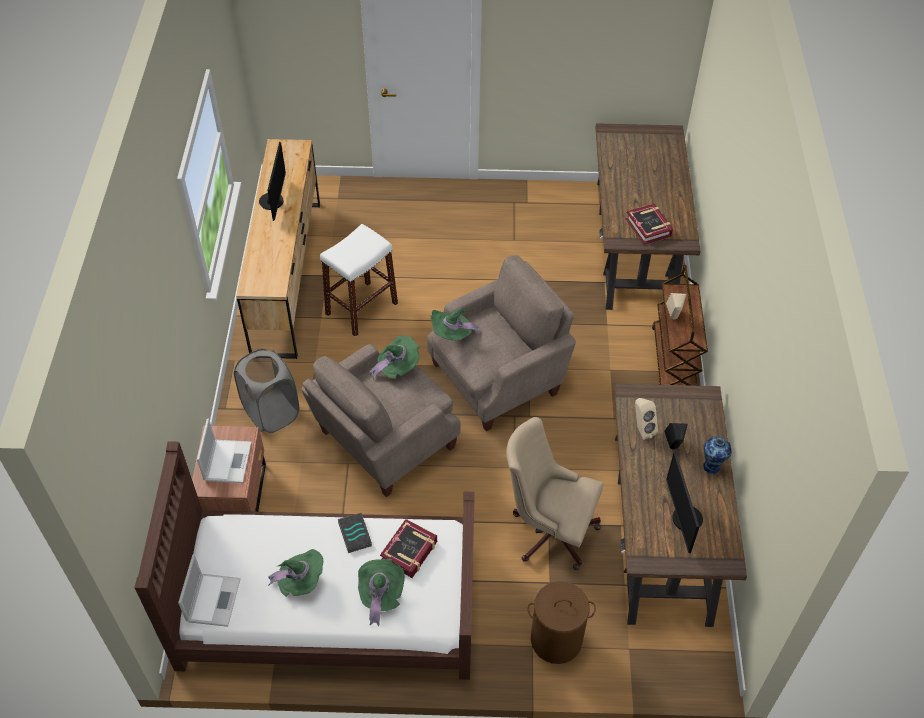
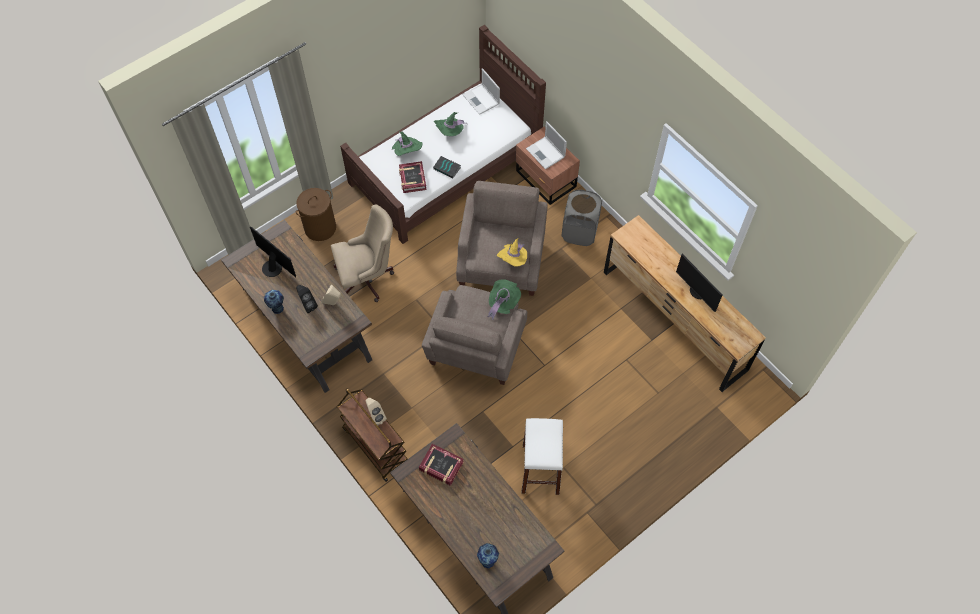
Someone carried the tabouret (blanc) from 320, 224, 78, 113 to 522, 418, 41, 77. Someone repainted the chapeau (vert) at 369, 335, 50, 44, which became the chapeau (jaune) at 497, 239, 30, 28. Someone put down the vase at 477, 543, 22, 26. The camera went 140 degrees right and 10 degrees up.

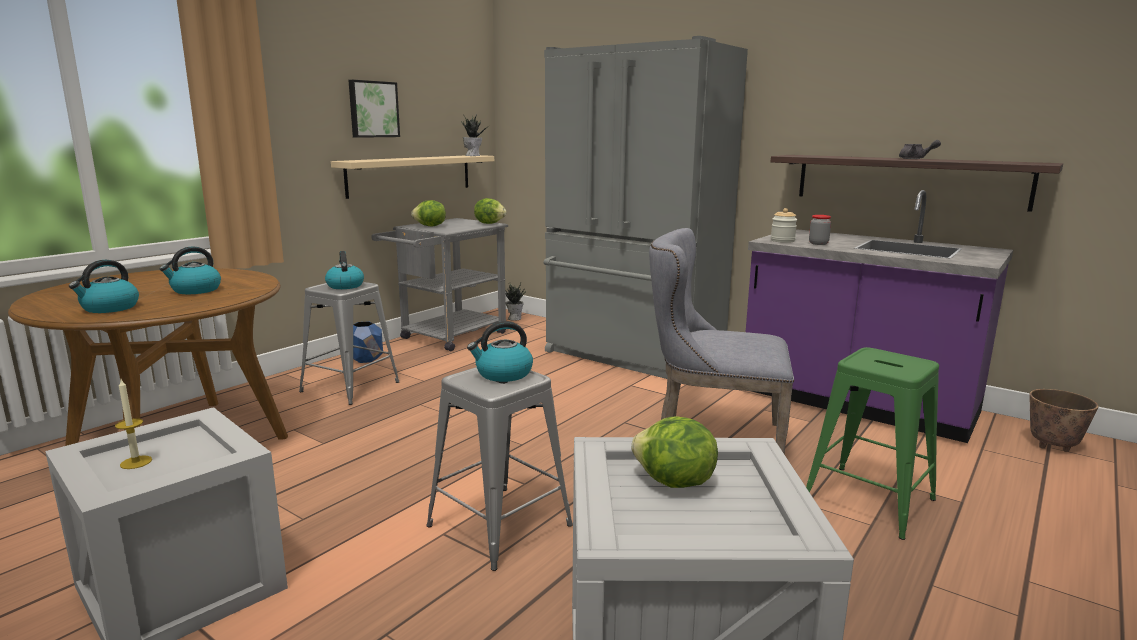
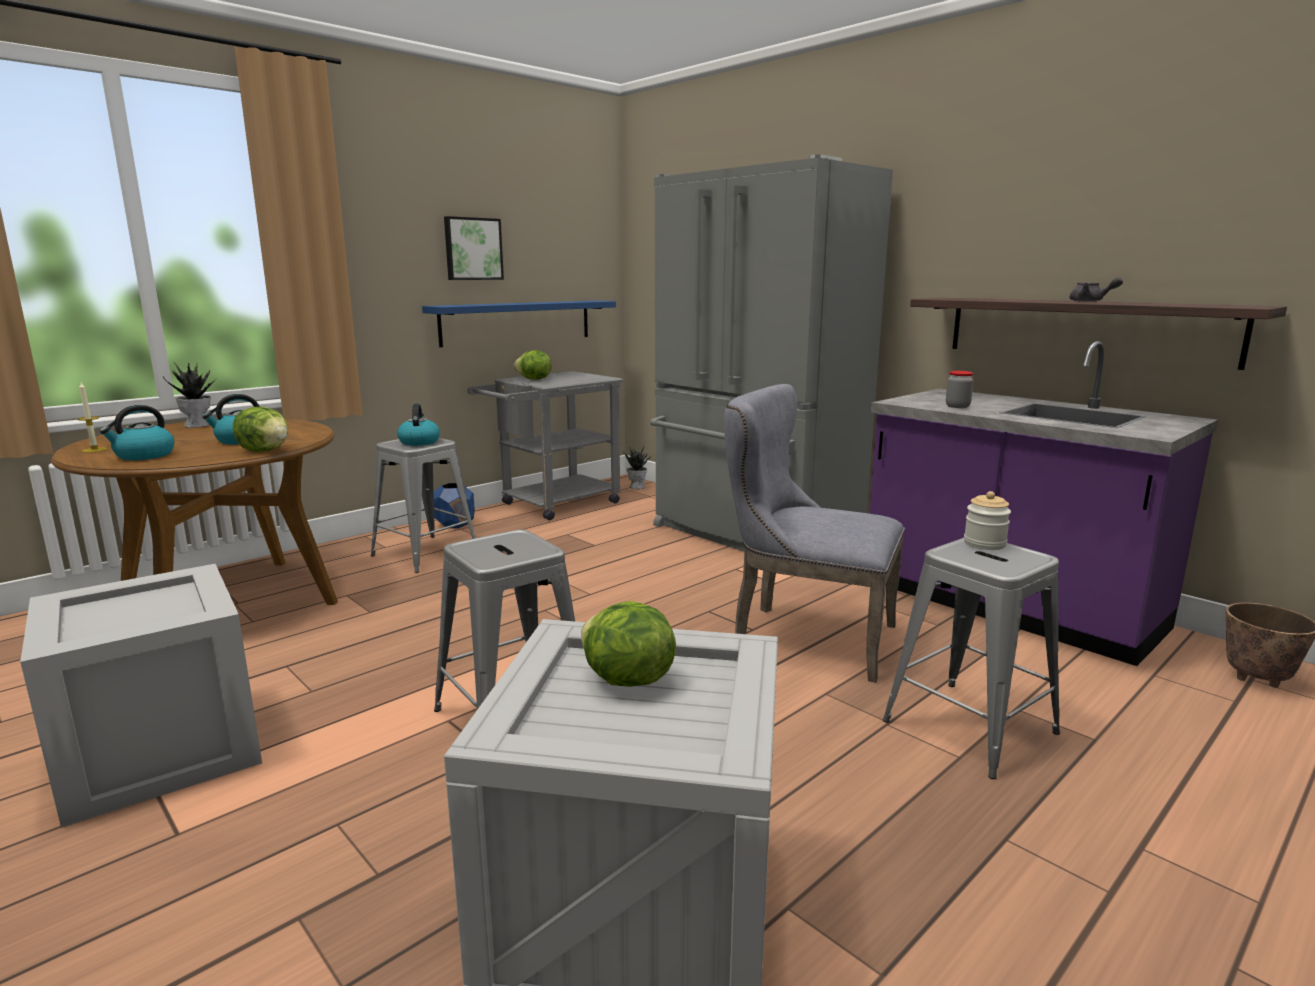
Someone carried the bougie from 115, 379, 37, 90 to 77, 382, 31, 71. Someone repainted the étagère (beige) at 331, 155, 163, 44, which became the étagère (bleu) at 422, 300, 194, 47. Someone carried the plante en pot from 461, 114, 26, 42 to 163, 363, 53, 65. Someone took away the bouilloire at 467, 321, 66, 61. Someone carried the laitue from 474, 198, 32, 26 to 233, 407, 55, 45. Someone carried the bocal from 771, 208, 26, 35 to 964, 491, 47, 59. Someone repainted the tabouret (vert) at 806, 347, 133, 193, which became the tabouret (gris) at 883, 538, 177, 241. The camera went 10 degrees right and 0 degrees up.

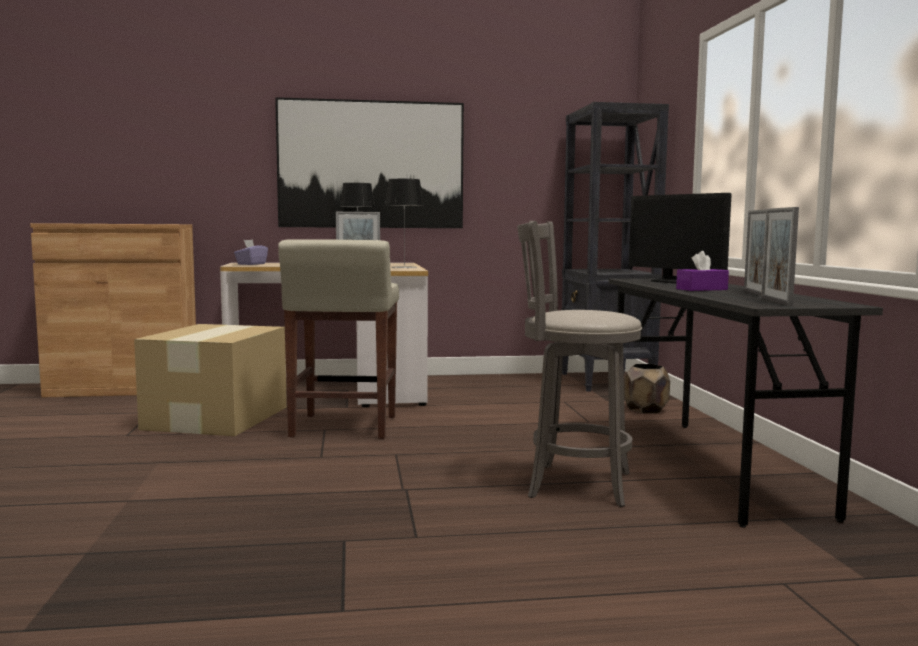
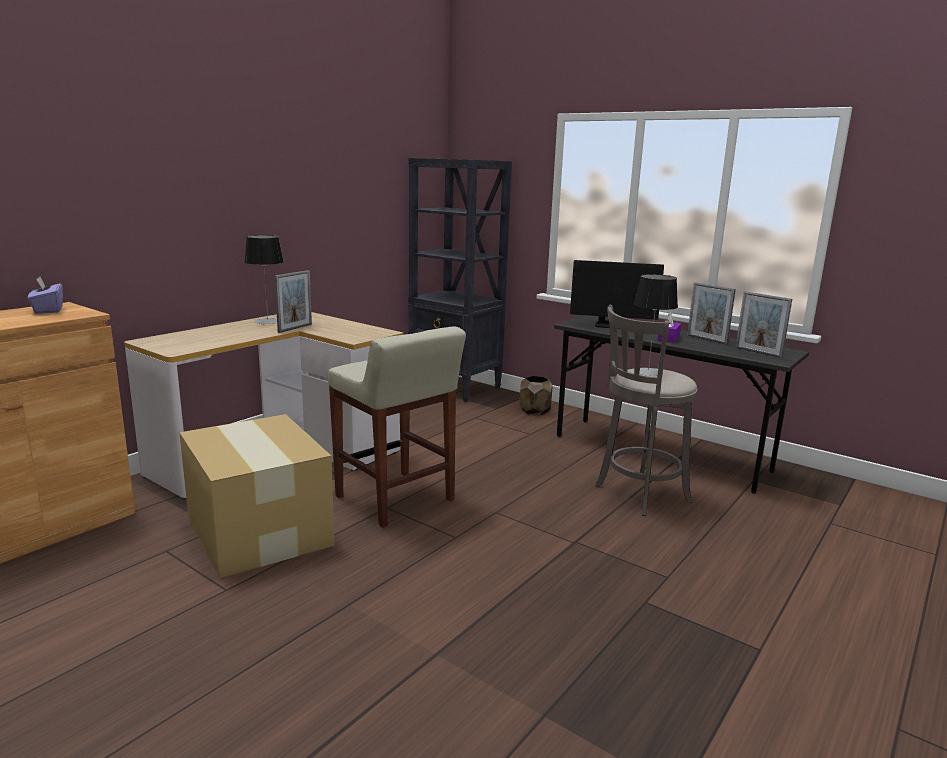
Someone carried the boîte à mouchoirs (violet) from 234, 240, 34, 25 to 28, 277, 35, 37. Someone took away the tableau at 275, 97, 189, 131. Someone carried the lampe de table from 385, 179, 39, 89 to 634, 274, 44, 102. The camera went 45 degrees left and 10 degrees up.

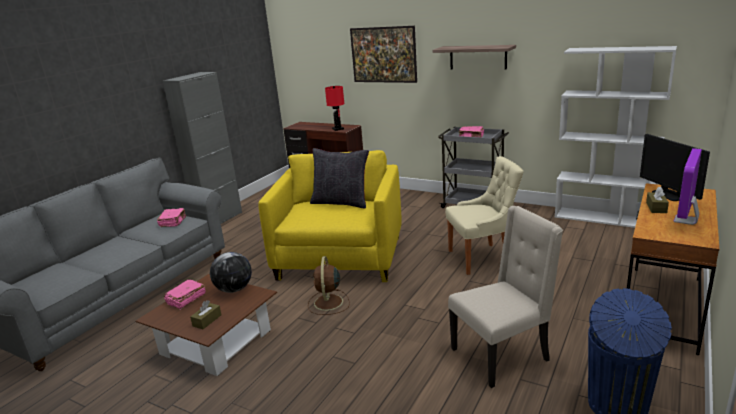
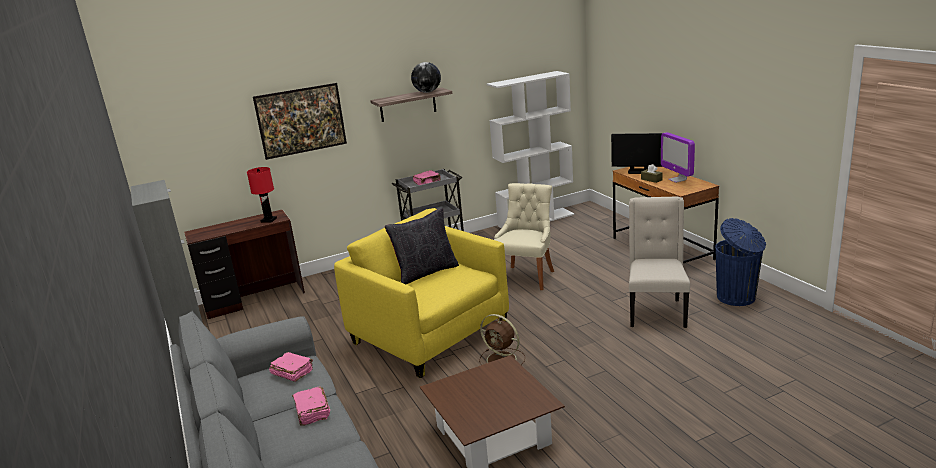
Someone carried the livre (rose) from 164, 280, 42, 30 to 292, 387, 38, 39. Someone took away the boîte à mouchoirs (marron) at 190, 300, 32, 29. Someone carried the globe from 210, 252, 42, 41 to 411, 62, 30, 31. The camera went 55 degrees left and 0 degrees up.

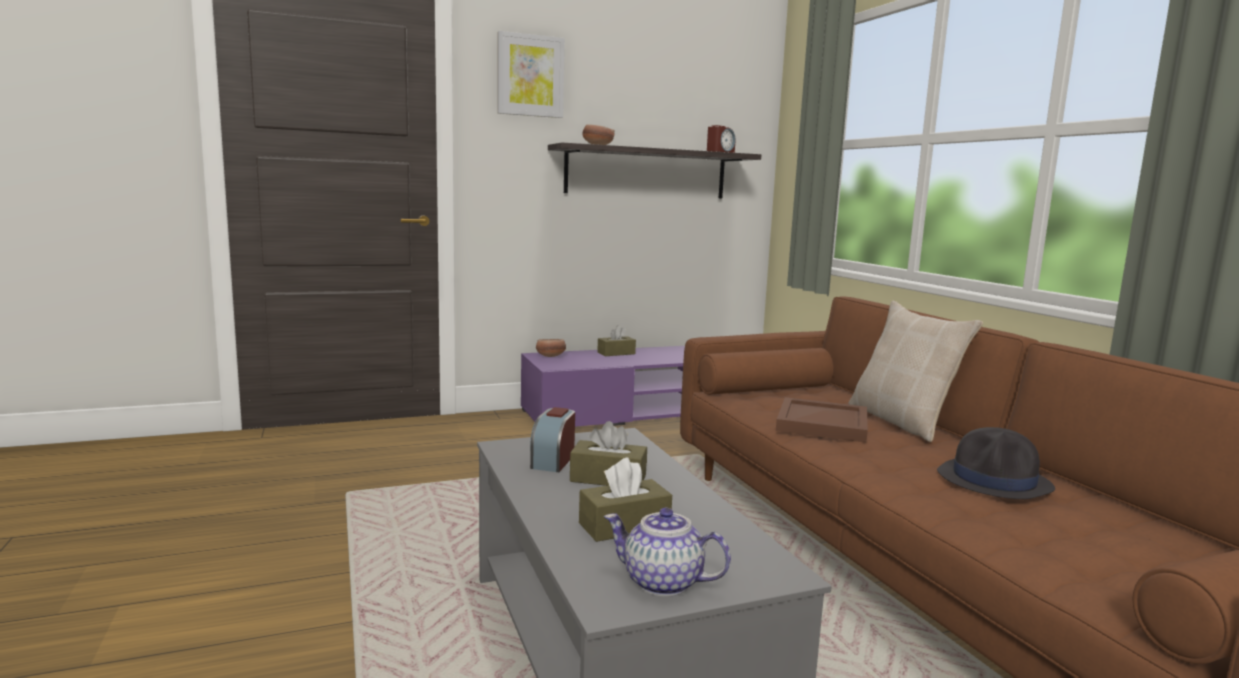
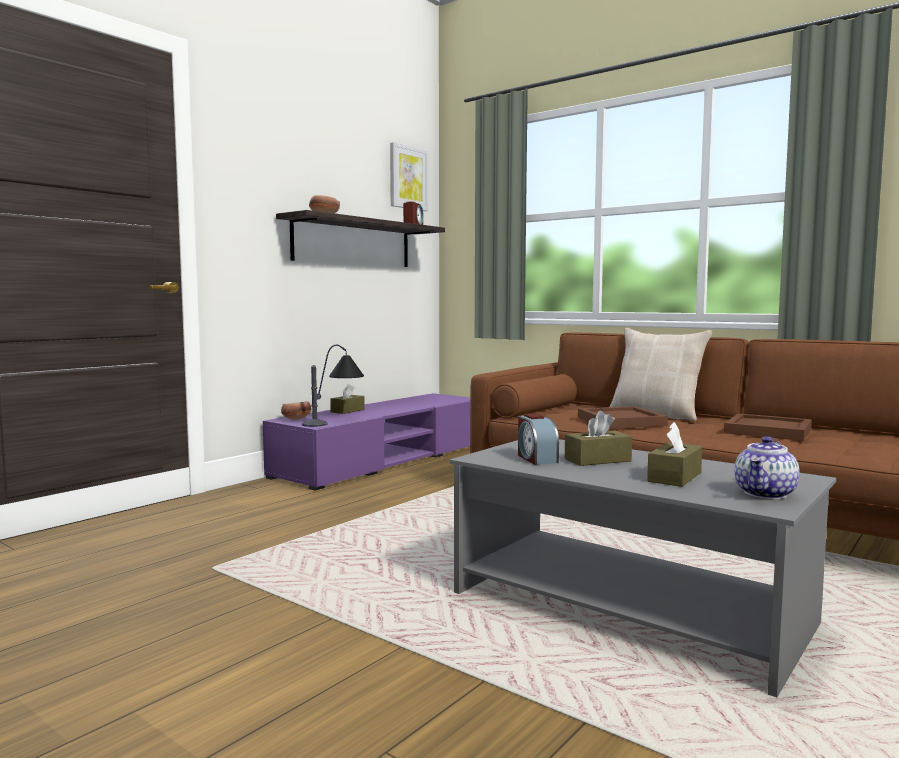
Someone carried the tableau from 497, 31, 68, 87 to 390, 142, 38, 69. Someone rotated the théière at 604, 508, 127, 89 by 45 degrees counterclockwise. Someone swapped the chapeau (noir) at 937, 427, 118, 72 for the plateau (marron) at 724, 413, 88, 28. Someone put down the lampe de table at 302, 345, 62, 82. The camera went 30 degrees left and 5 degrees down.

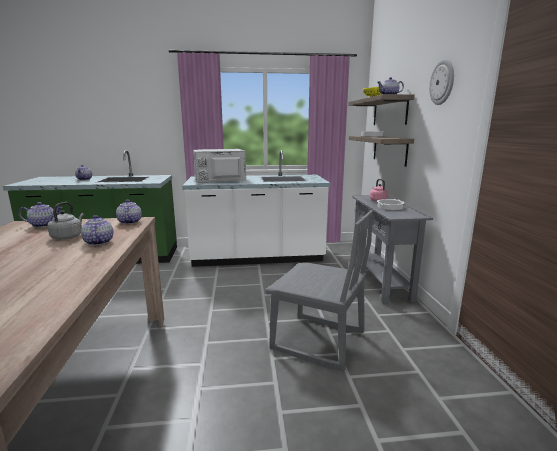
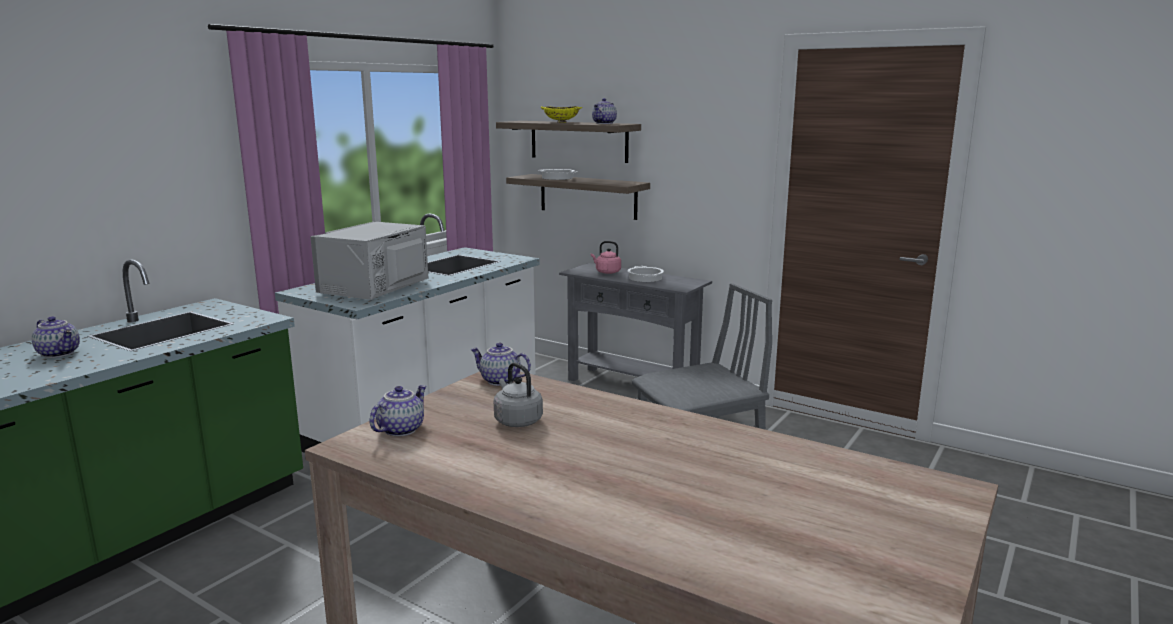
Someone took away the théière at 81, 215, 32, 30. Someone took away the horloge murale at 429, 59, 25, 46. The camera went 50 degrees left and 0 degrees up.

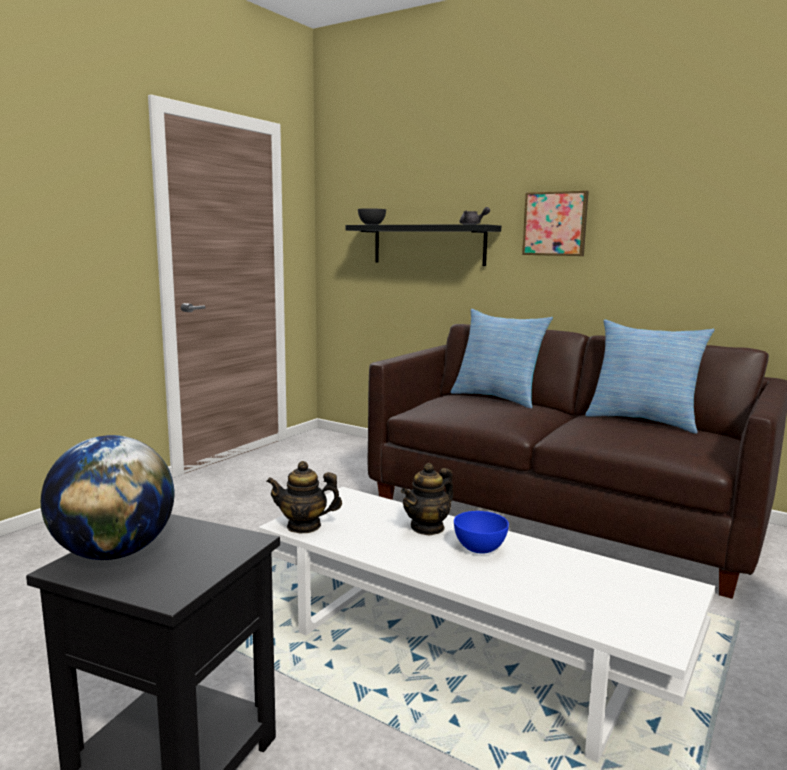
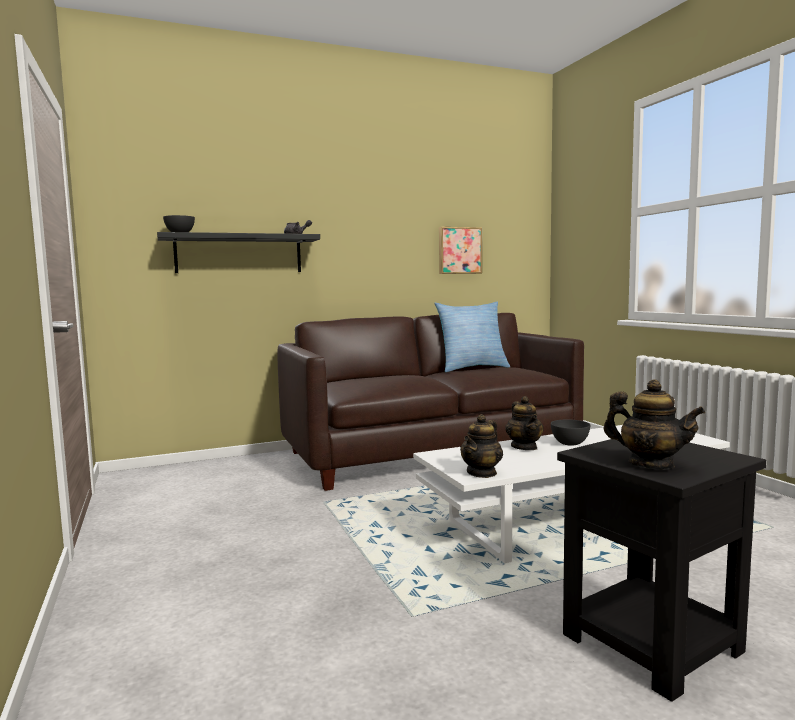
Someone swapped the globe at 41, 435, 133, 125 for the théière at 603, 380, 102, 89. Someone took away the coussin at 450, 309, 103, 99. Someone repainted the bol (bleu) at 454, 511, 55, 43, which became the bol (gris) at 551, 420, 39, 26. Someone carried the tableau from 522, 191, 67, 65 to 439, 227, 43, 47. The camera went 55 degrees left and 5 degrees down.

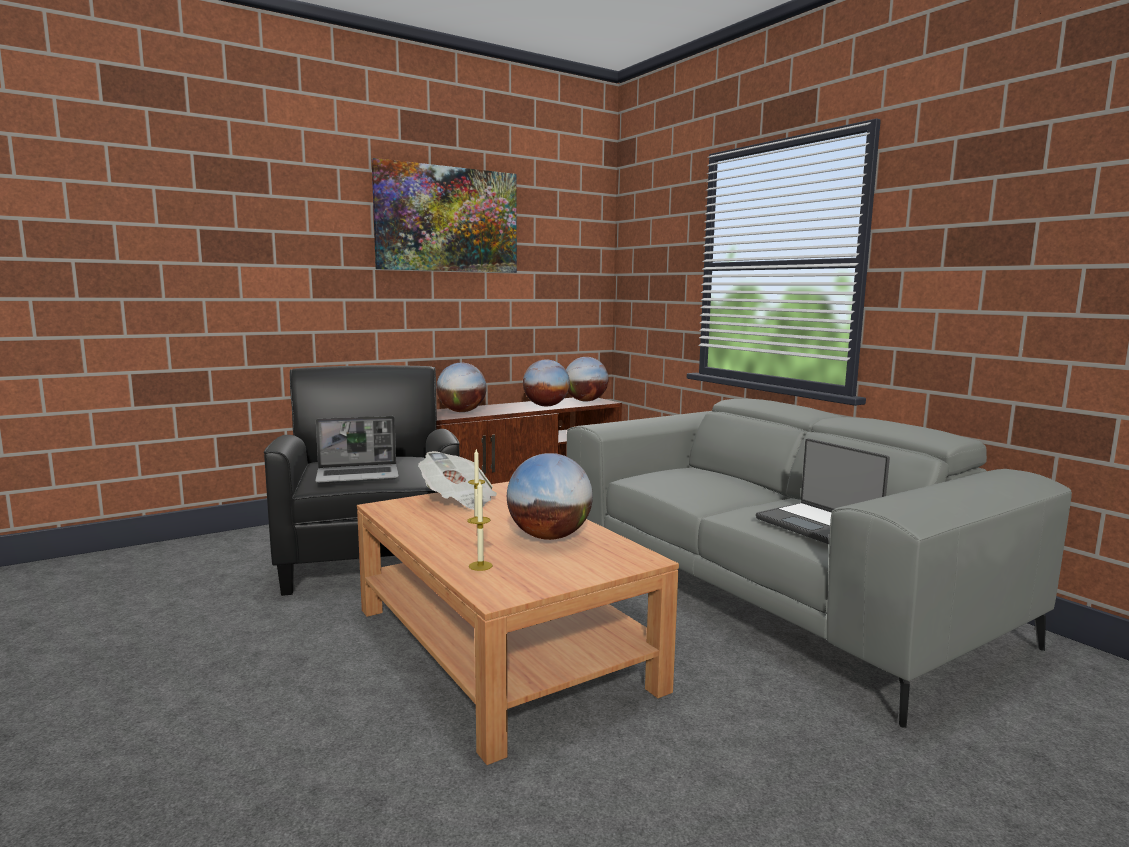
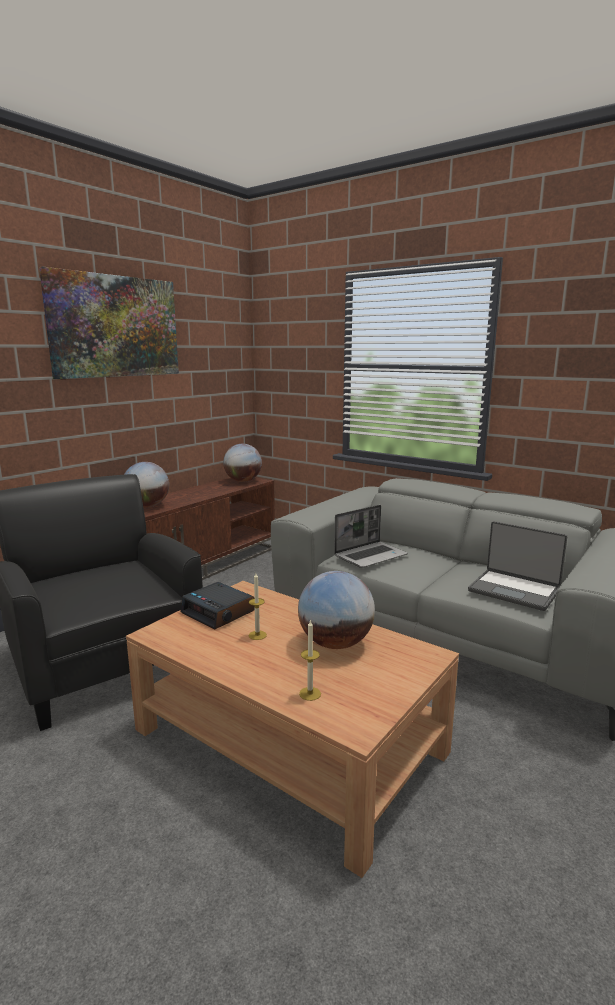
Someone carried the ordinateur portable from 315, 416, 84, 68 to 334, 505, 74, 63. Someone swapped the journal at 418, 451, 79, 59 for the réveil at 181, 582, 74, 47. Someone took away the globe at 523, 359, 47, 47. The camera went 20 degrees left and 5 degrees up.

